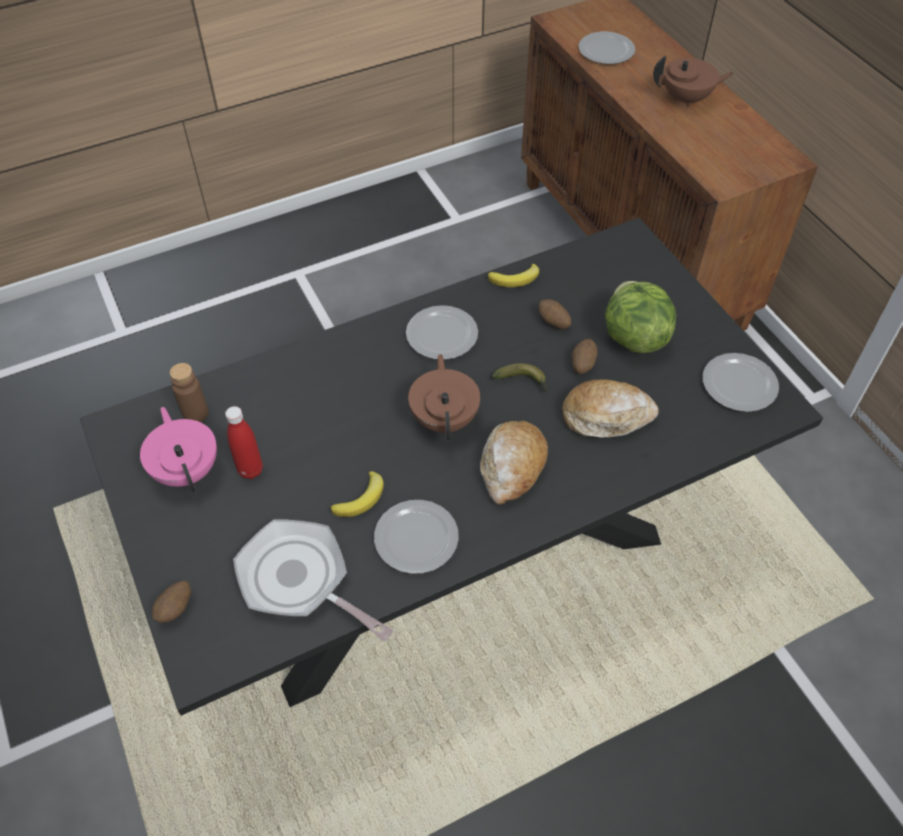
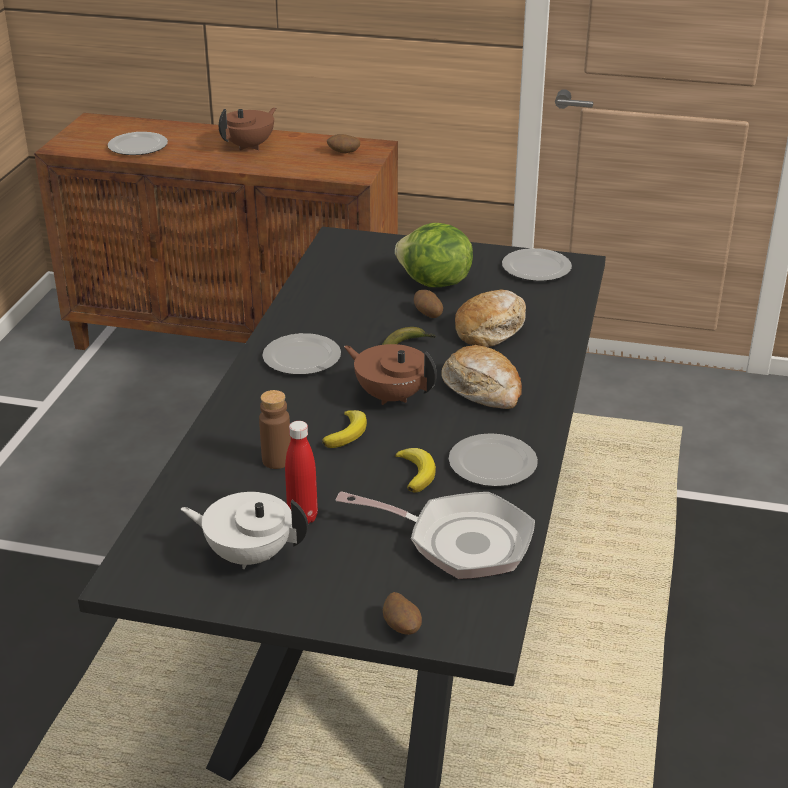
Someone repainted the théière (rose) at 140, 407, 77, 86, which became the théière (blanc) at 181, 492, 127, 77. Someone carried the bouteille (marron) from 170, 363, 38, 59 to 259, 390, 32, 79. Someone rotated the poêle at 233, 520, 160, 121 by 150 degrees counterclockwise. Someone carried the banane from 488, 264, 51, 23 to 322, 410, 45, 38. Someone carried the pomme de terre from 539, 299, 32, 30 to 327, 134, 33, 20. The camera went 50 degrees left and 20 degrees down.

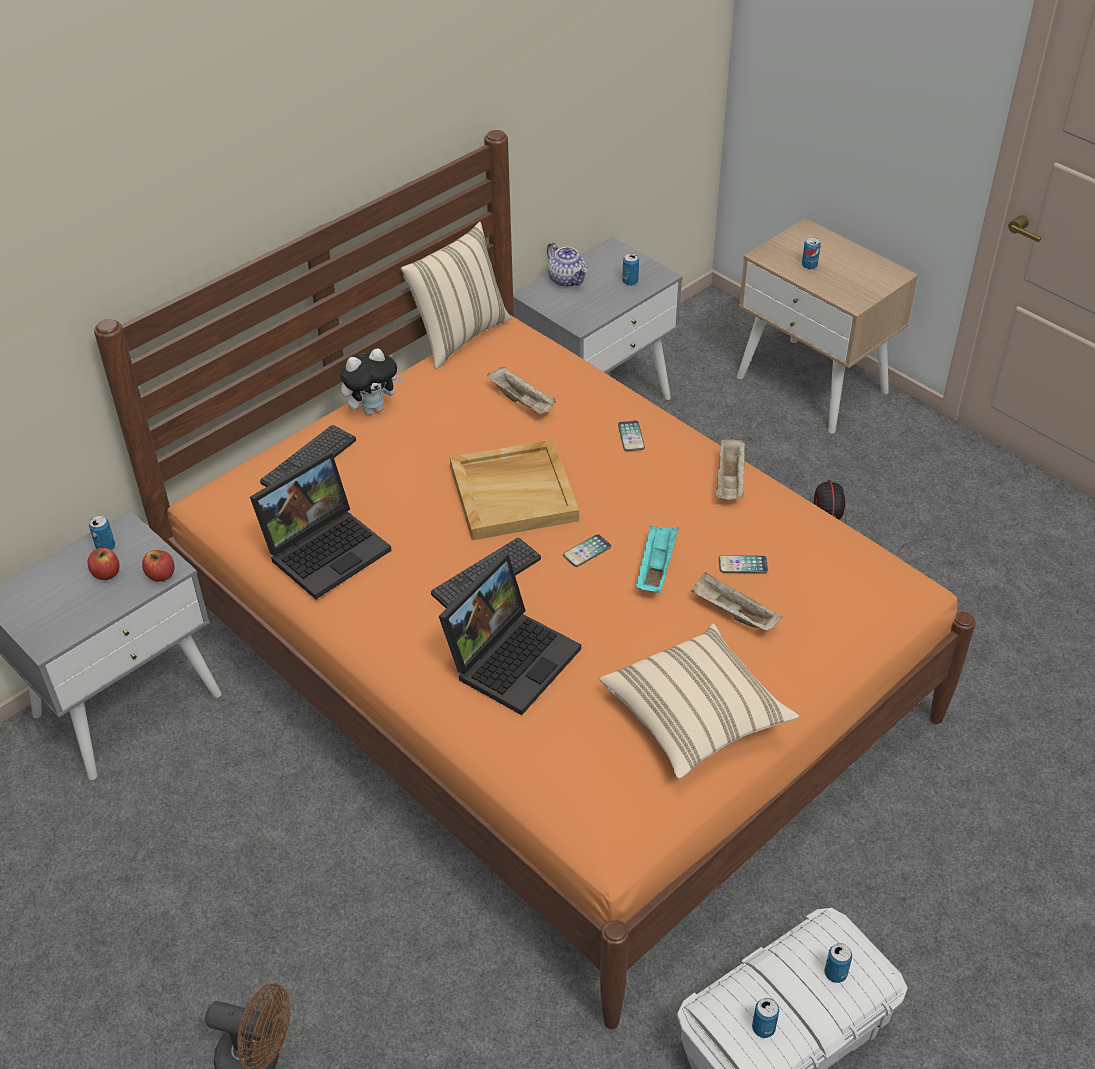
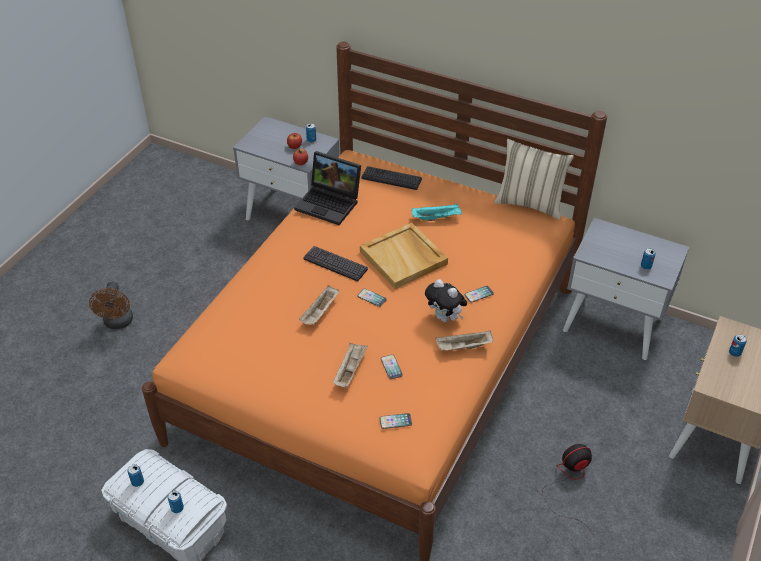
Someone carried the peluche from 340, 348, 63, 67 to 425, 279, 42, 43. Someone took away the ordinateur portable at 439, 553, 142, 162. Someone carried the plateau (beige) from 487, 367, 69, 47 to 299, 285, 40, 40. Someone took away the théière at 547, 242, 40, 45. Someone took away the coussin (beige) at 599, 623, 200, 156. Someone carried the plateau (turquoise) from 636, 526, 43, 67 to 412, 203, 50, 18. Someone put down the téléphone at 379, 413, 33, 16. The camera went 70 degrees right and 0 degrees up.

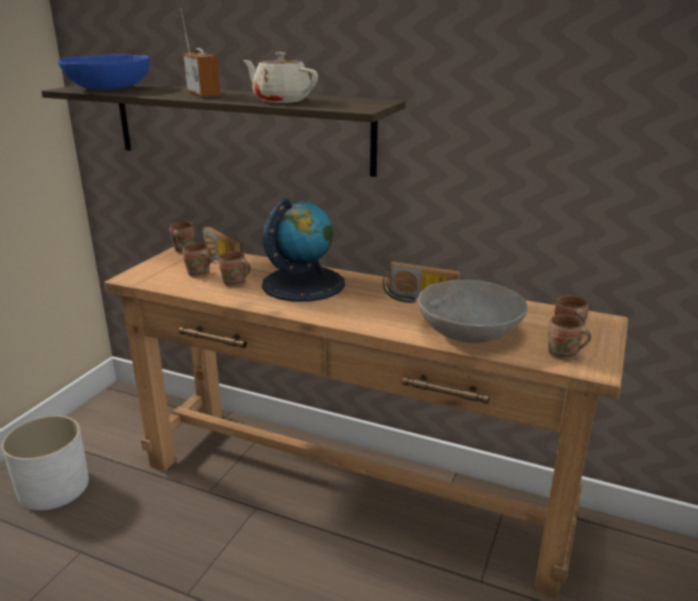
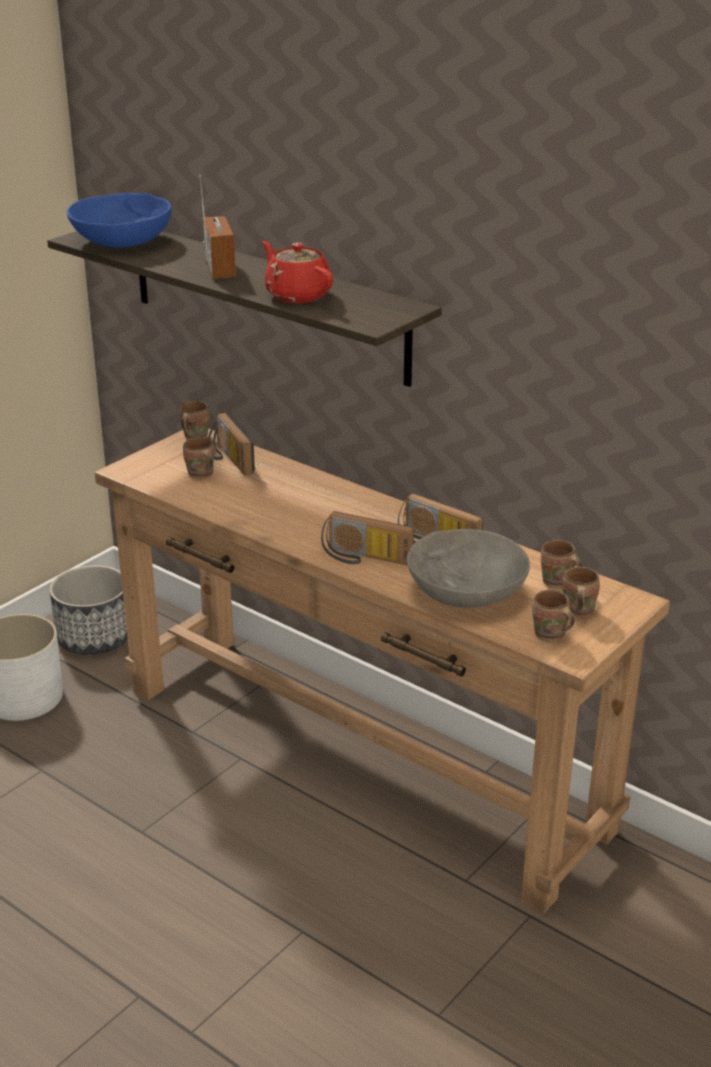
Someone carried the mug (marron) from 219, 251, 32, 36 to 541, 540, 41, 48. Someone repainted the théière (beige) at 243, 52, 75, 51, which became the théière (rouge) at 262, 241, 71, 62. Someone took away the globe at 262, 197, 83, 105. Someone put down the cache-pot at 49, 565, 79, 89. Someone put down the radio at 321, 511, 93, 55. The camera went 15 degrees right and 5 degrees up.

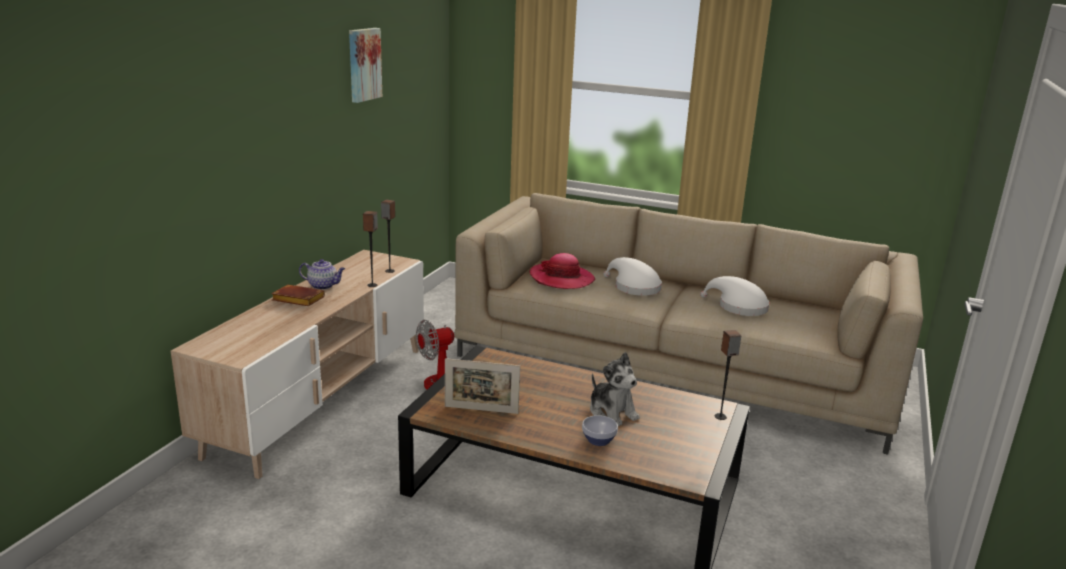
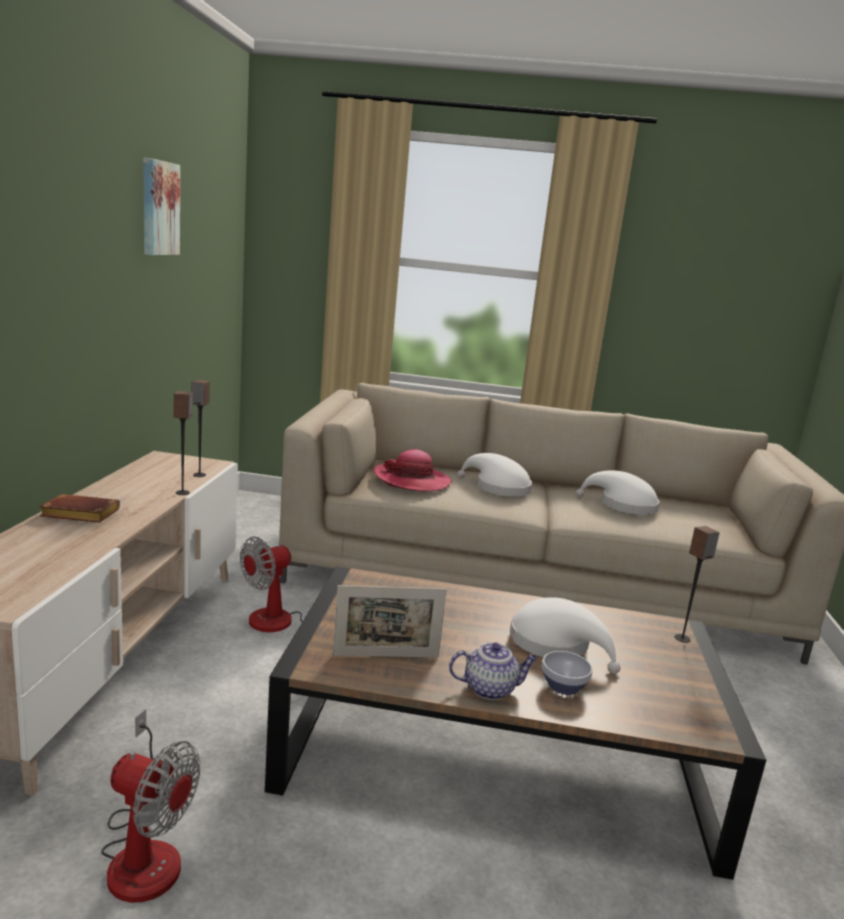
Someone carried the théière from 299, 259, 46, 31 to 449, 642, 89, 58. Someone swapped the peluche at 590, 352, 50, 74 for the chapeau (blanc) at 510, 597, 111, 77. Someone put down the ventilateur at 101, 709, 100, 194. The camera went 15 degrees left and 5 degrees down.

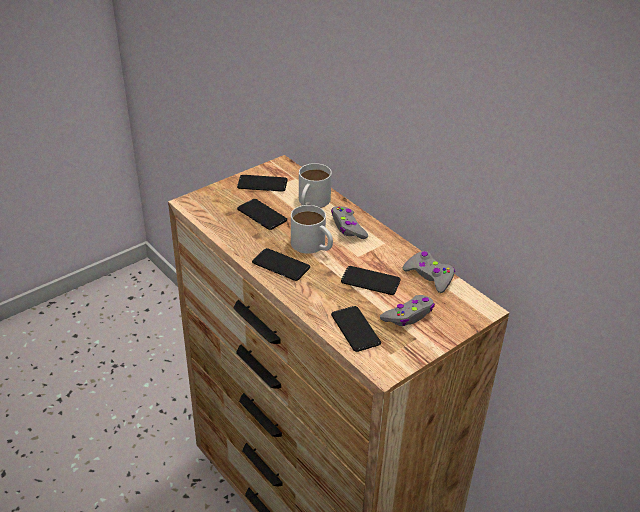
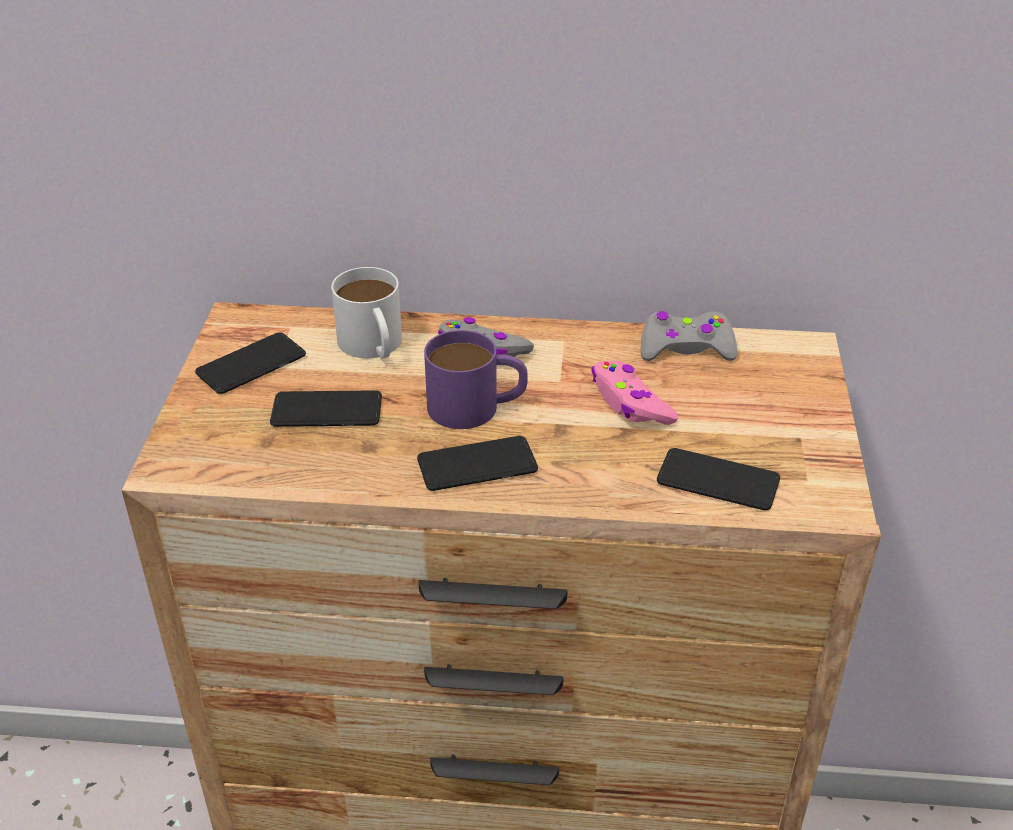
Someone repainted the mug (blanc) at 291, 205, 42, 49, which became the mug (violet) at 424, 330, 104, 99. Someone swapped the téléphone at 341, 266, 60, 29 for the manette (rose) at 592, 361, 86, 64. Someone took away the manette (gris) at 380, 295, 55, 31. The camera went 45 degrees left and 0 degrees up.

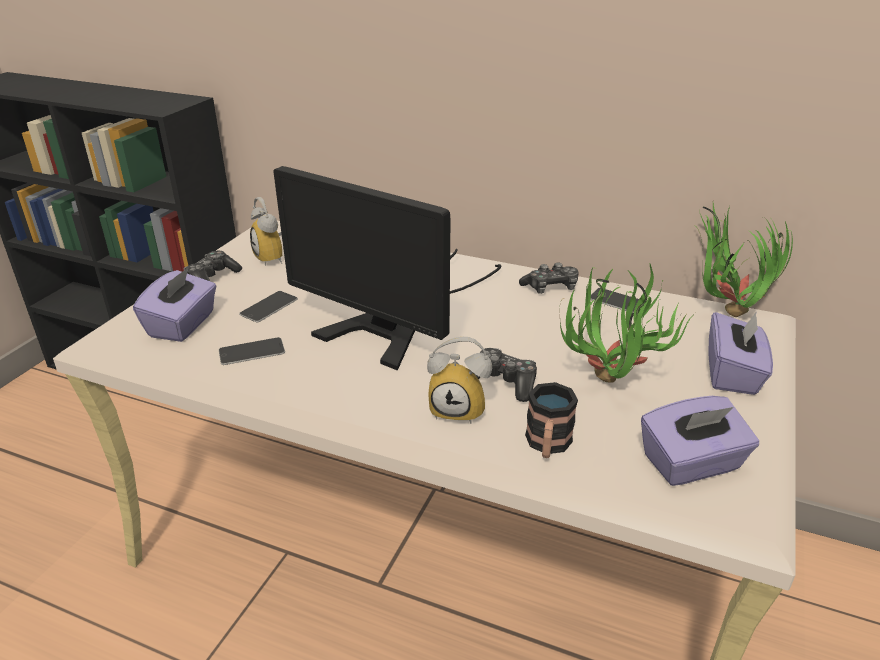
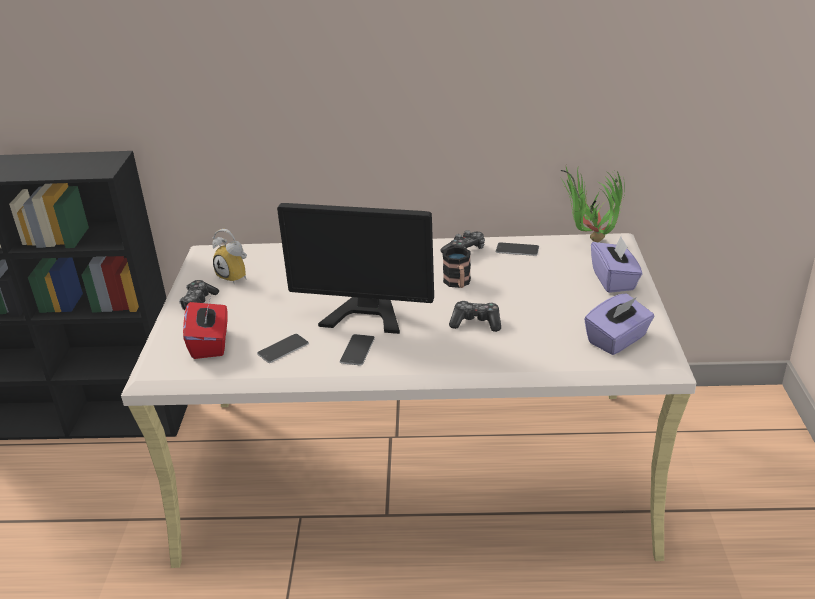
Someone repainted the boîte à mouchoirs (violet) at 133, 267, 83, 75, which became the boîte à mouchoirs (rouge) at 183, 297, 45, 62. Someone carried the téléphone from 239, 291, 59, 31 to 340, 334, 35, 31. Someone took away the réveil at 427, 337, 65, 87. Someone carried the mug from 525, 382, 53, 76 to 443, 246, 28, 42. Someone took away the plante en pot at 560, 263, 135, 120. The camera went 20 degrees left and 0 degrees up.

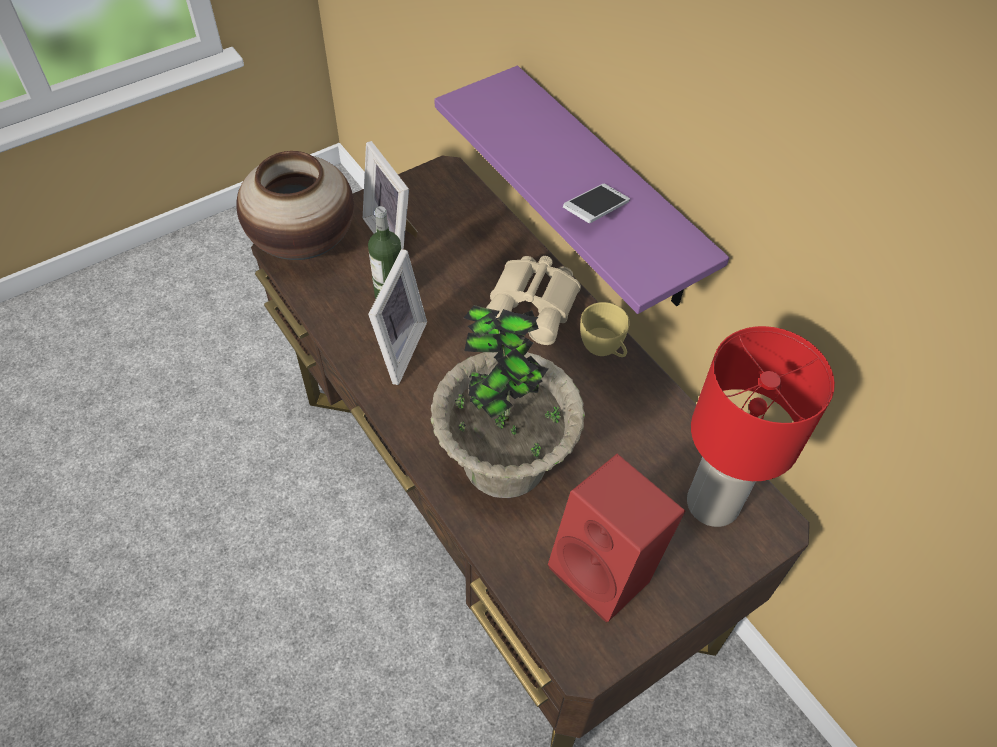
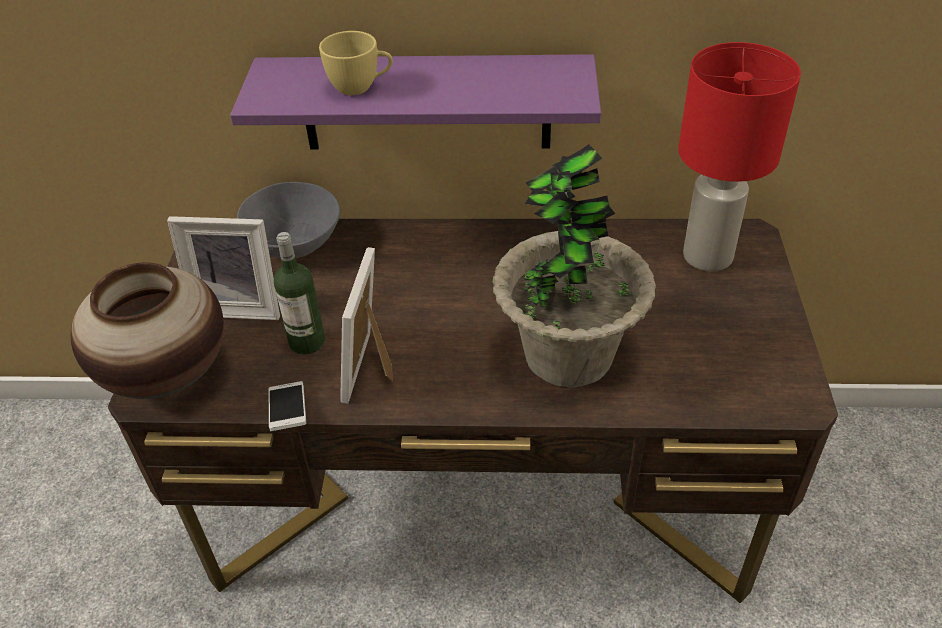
Someone rotated the cadre photo at 368, 249, 59, 136 by 135 degrees counterclockwise. Someone took away the jumelles (beige) at 486, 256, 95, 89. Someone took away the enceinte (rouge) at 548, 454, 137, 169. Someone carried the téléphone from 563, 184, 67, 39 to 268, 381, 38, 50. Someone carried the tasse (jaune) from 580, 302, 50, 55 to 319, 31, 74, 64. Someone put down the bol (gris) at 237, 182, 103, 76. The camera went 50 degrees left and 10 degrees down.

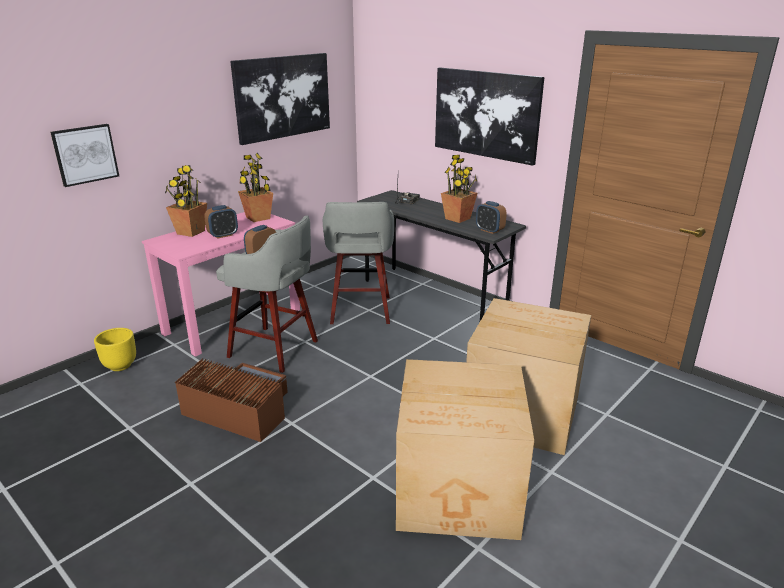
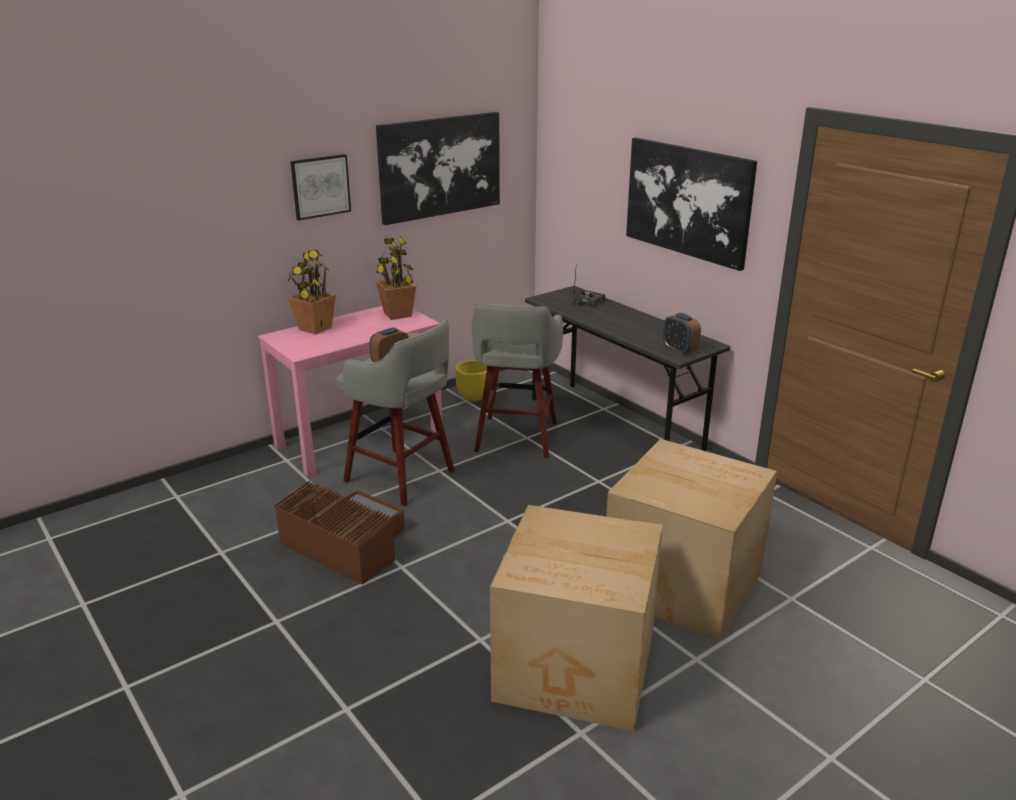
Someone carried the tableau from 50, 124, 69, 63 to 290, 154, 61, 66. Someone carried the cache-pot (jaune) from 94, 328, 42, 43 to 455, 360, 32, 42. Someone took away the réveil at 204, 205, 34, 34. Someone took away the plante en pot at 441, 155, 37, 68. The camera went 10 degrees right and 0 degrees up.

